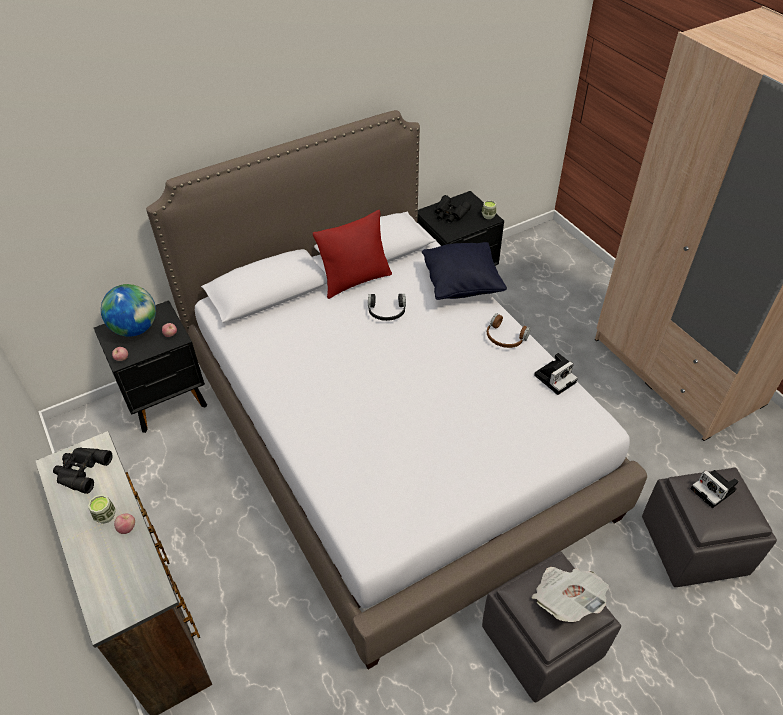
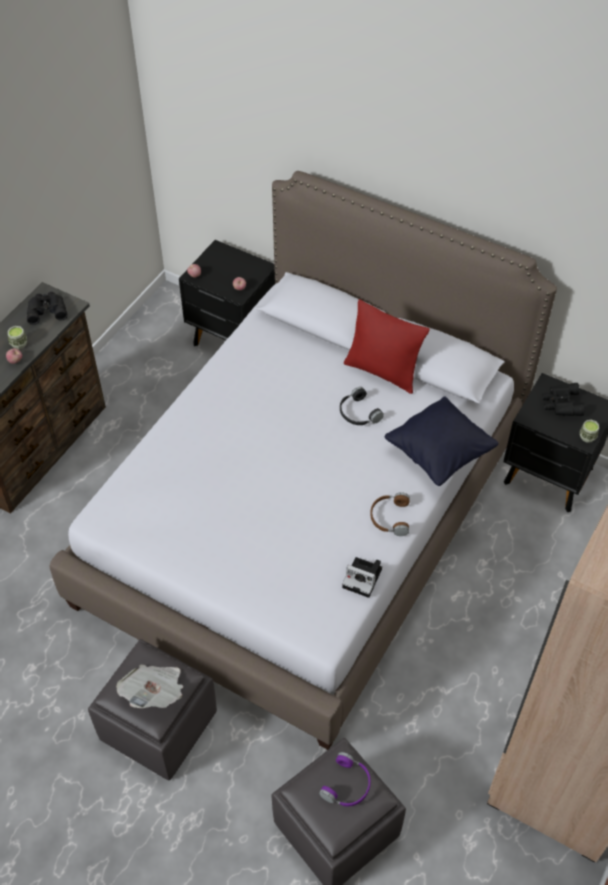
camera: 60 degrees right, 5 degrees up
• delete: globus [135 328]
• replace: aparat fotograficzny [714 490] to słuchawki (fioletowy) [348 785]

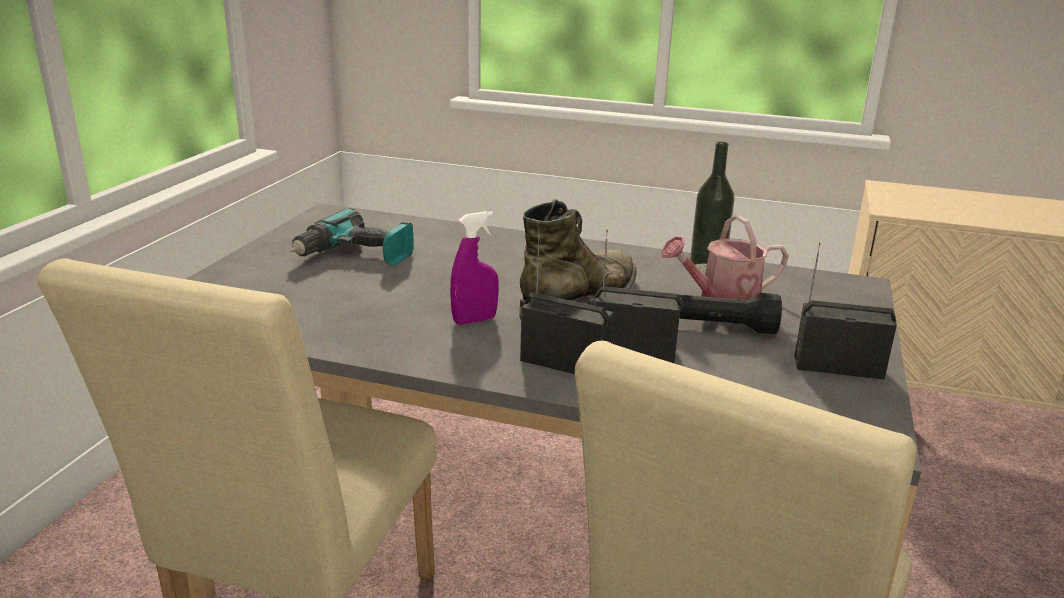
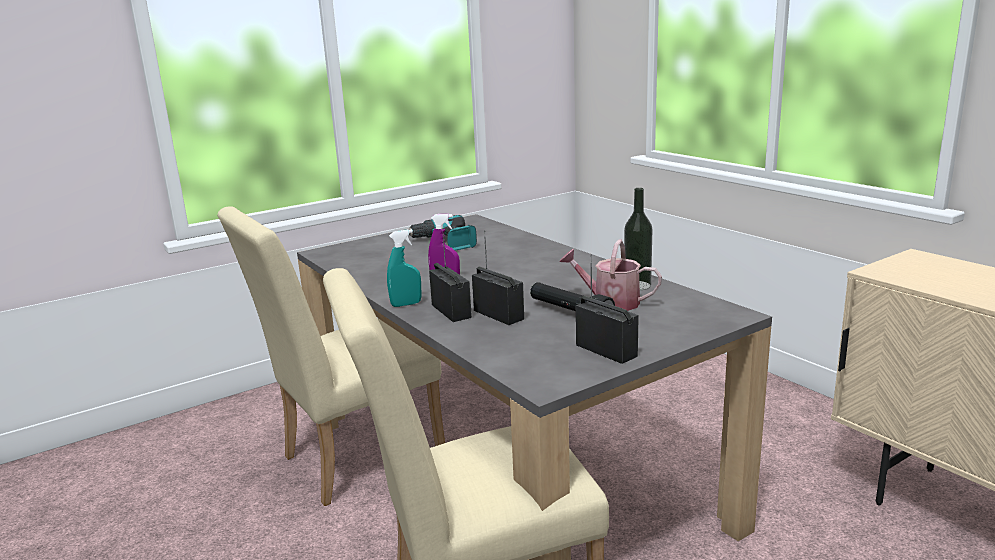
camera: 40 degrees right, 5 degrees down
• delete: but z cholewką (zielony) [582 299]
• insert: spryskiwacz (turkusowy) [406 304]

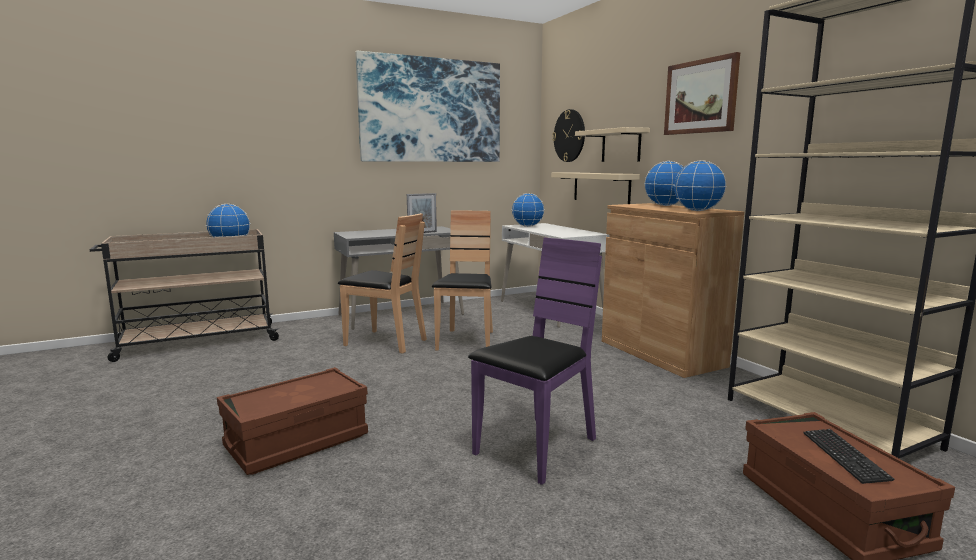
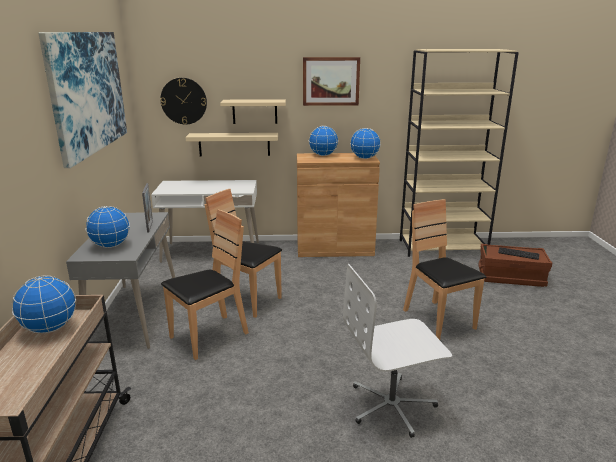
camera: 65 degrees left, 10 degrees up
• replace: pojemnik do przechowywania (brązowy) [297 442] to krzesło biurowe (biały) [392 405]
• recolor: krzesło (fioletowy) [536 448] to krzesło (brązowy) [438 320]
• move: globus [527 226] to [110 245]

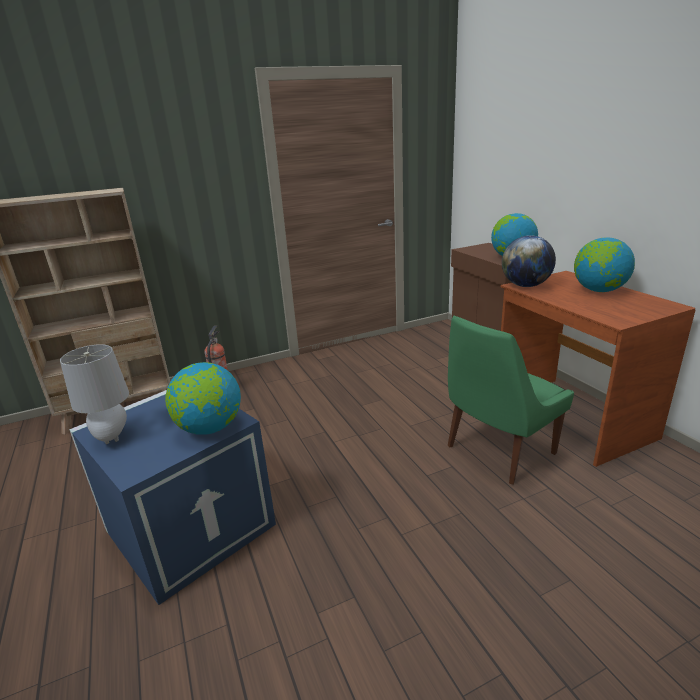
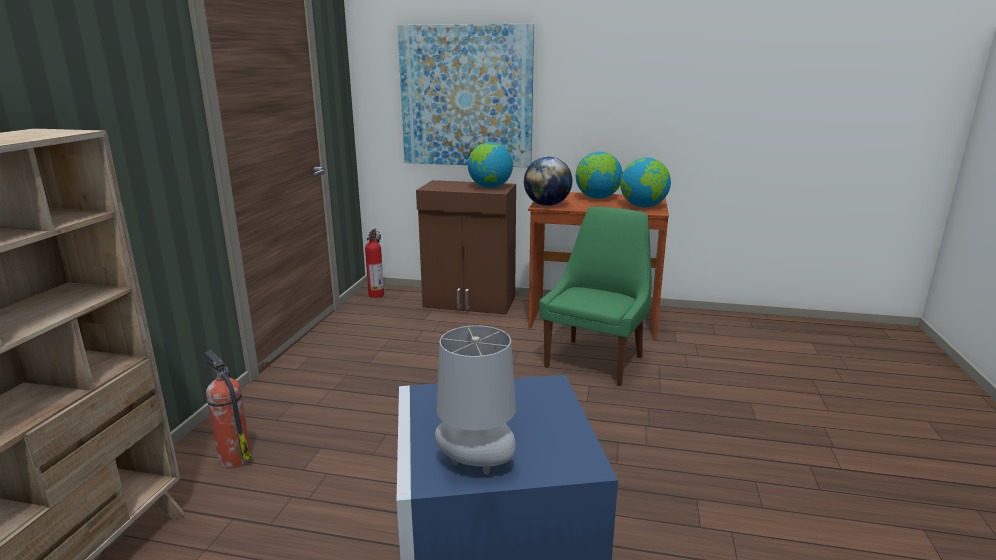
camera: 55 degrees left, 5 degrees down
• move: globus [210 428] to [643 206]
• rotate: krzesło (zielony) [497 451] = [596 360] 150 degrees counterclockwise
• insert: gaśnica [376 294]
• insert: obraz [466 97]

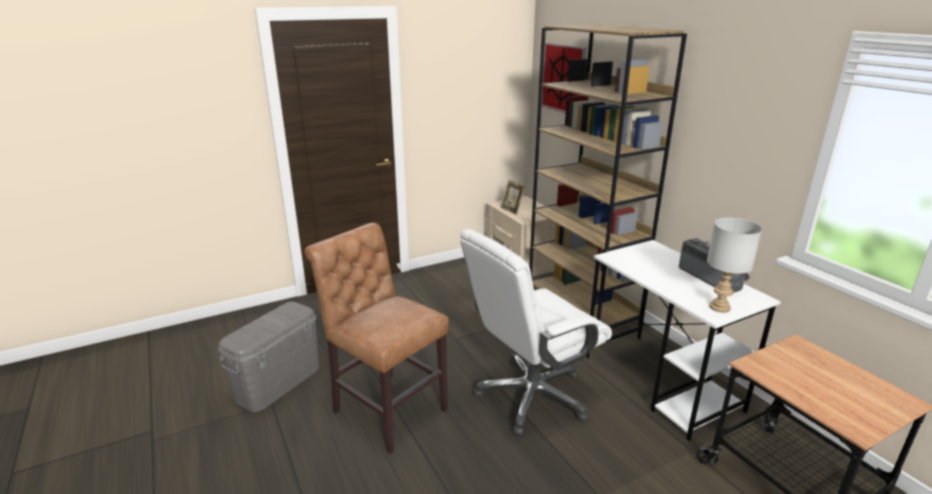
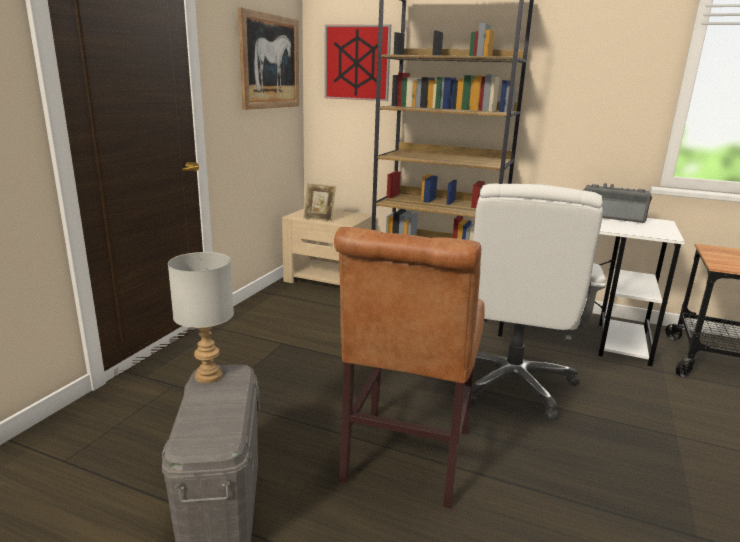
camera: 40 degrees left, 5 degrees down
• rotate: krzesło (brązowy) [386 408] = [404 460] 75 degrees counterclockwise
• move: lampa stołowa (szary) [719 308] to [208 376]
• insert: obraz [270 62]

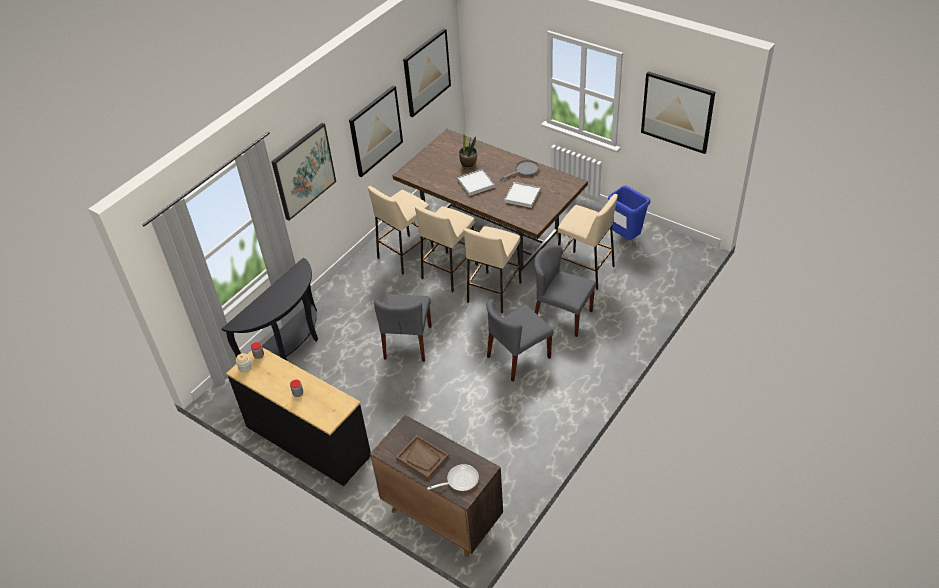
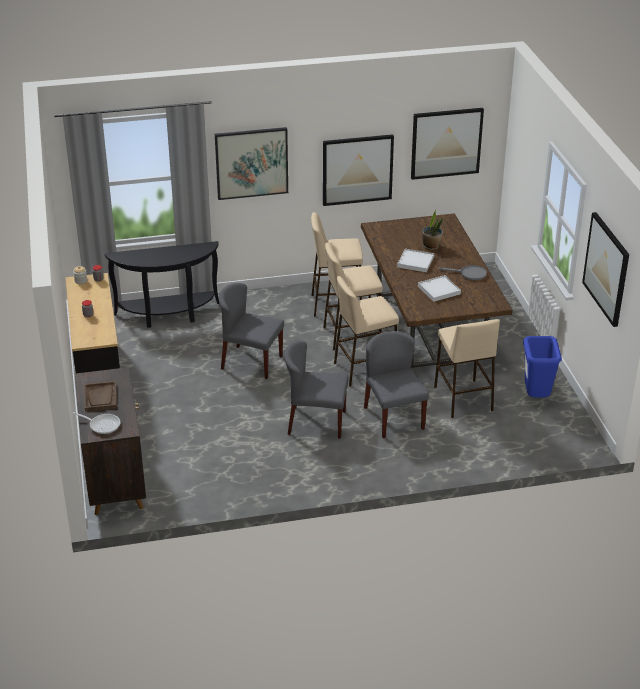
camera: 40 degrees right, 10 degrees down
• rotate: krzesło (szary) [408 342] = [251 362] 60 degrees clockwise

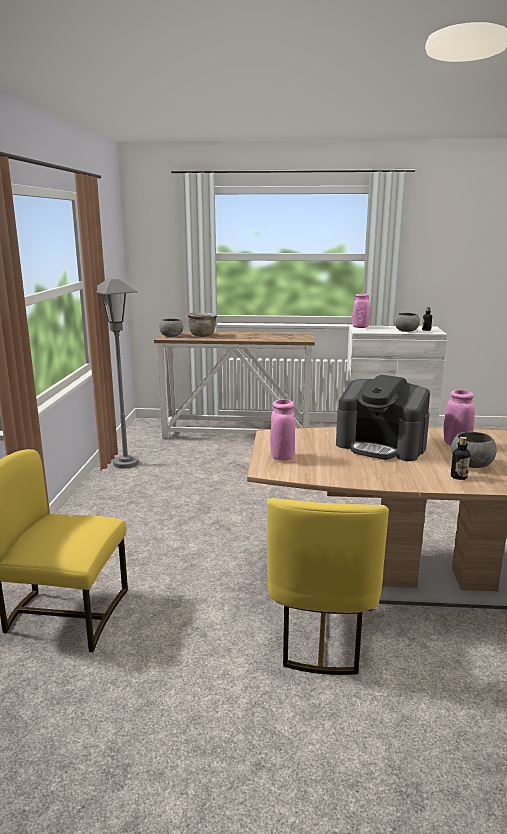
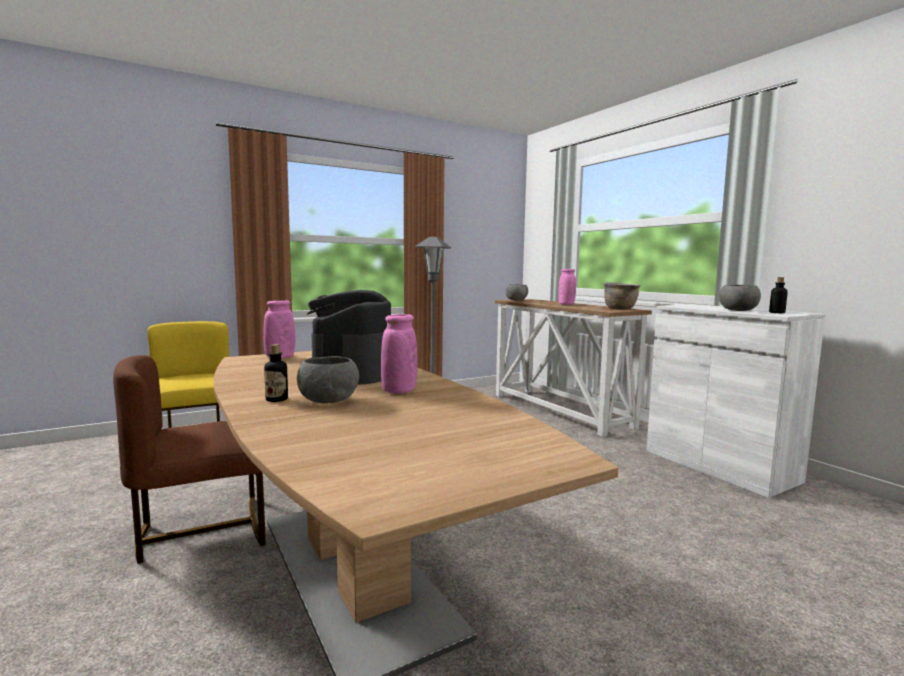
camera: 55 degrees right, 10 degrees down
• move: garnek (brązowy) [202 335] to [620 309]
• recolor: krzesło (żółty) [321 635] to krzesło (brązowy) [202 531]
• move: wazon (różowy) [360 327] to [566 304]

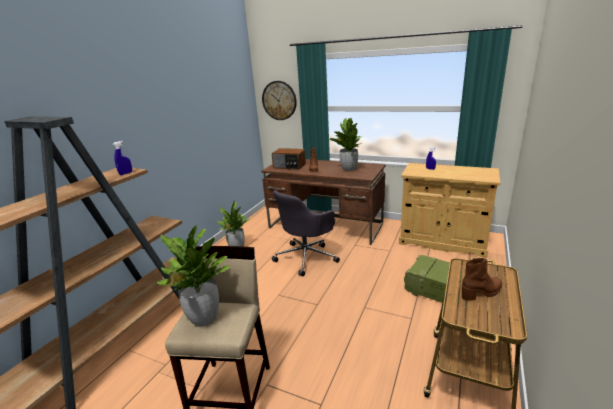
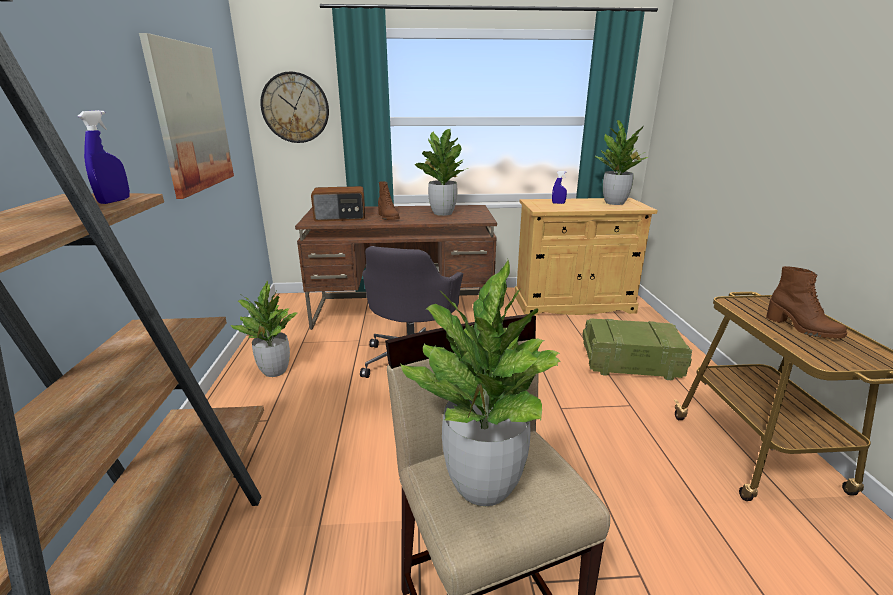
camera: 30 degrees left, 0 degrees up
• rotate: but z cholewką (brązowy) [481 293] = [802 328] 105 degrees clockwise
• insert: obraz [191 117]
• insert: roślina doniczkowa [615 203]

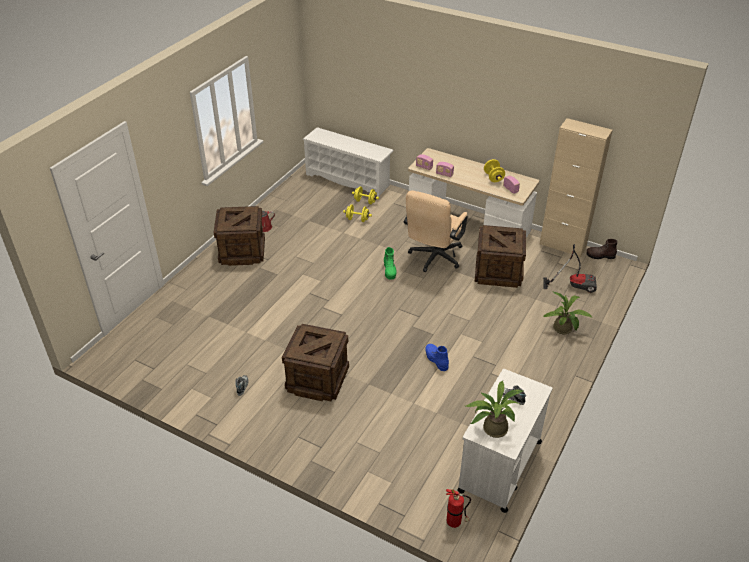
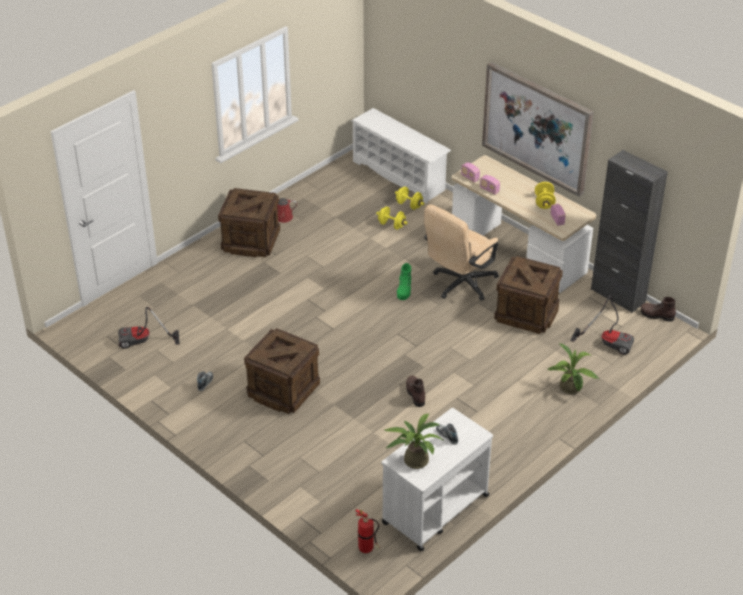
camera: 15 degrees right, 0 degrees up
• recolor: but z cholewką (niebieski) [436 360] to but z cholewką (brązowy) [415 394]
• recolor: szafka (beżowy) [562 245] to szafka (czarny) [618 295]
• insert: odkurzacz [143 342]
• insert: obraz [537 127]

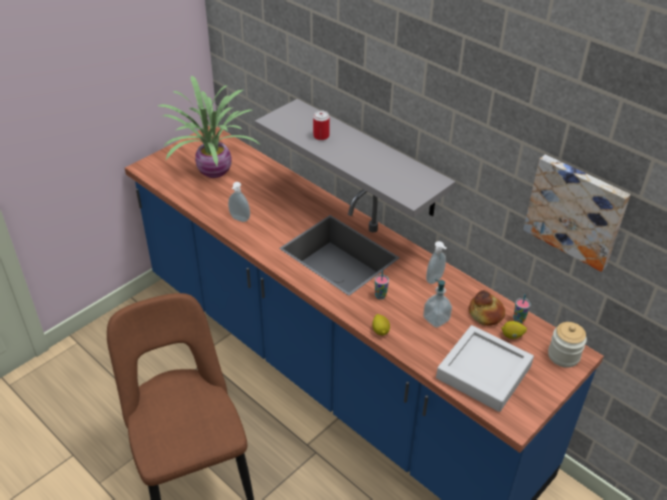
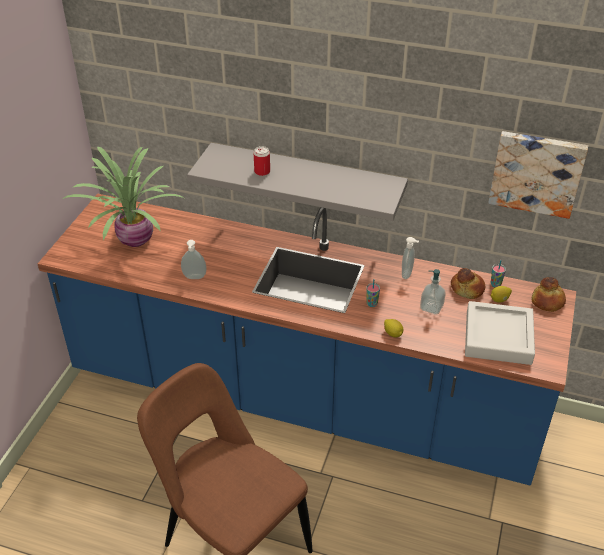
camera: 25 degrees left, 0 degrees up
• replace: słoik [563 356] to chleb [548 302]

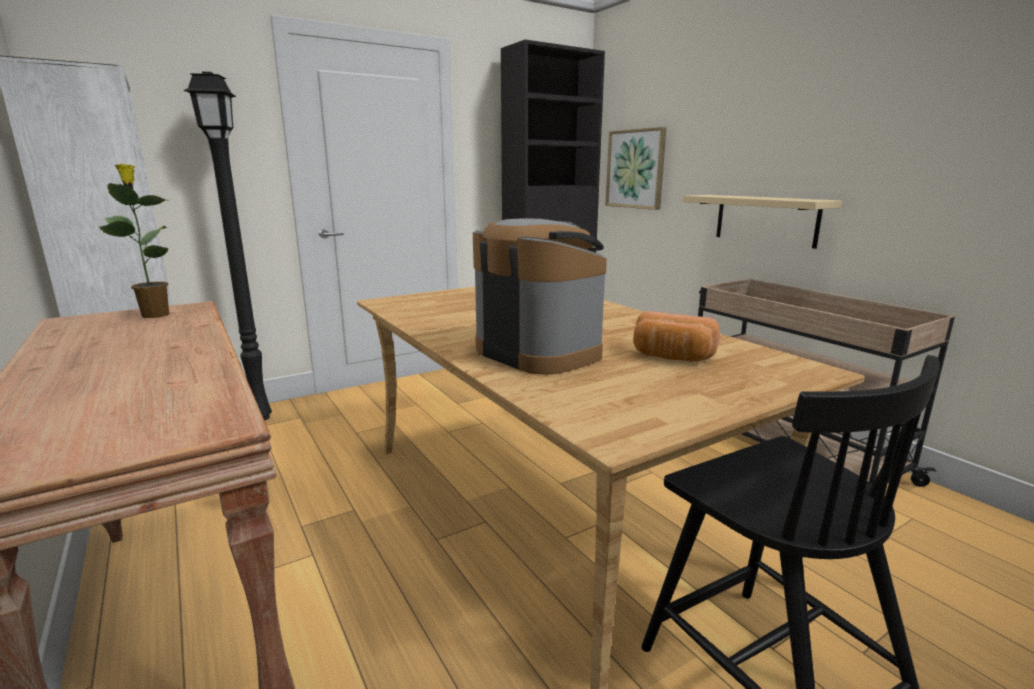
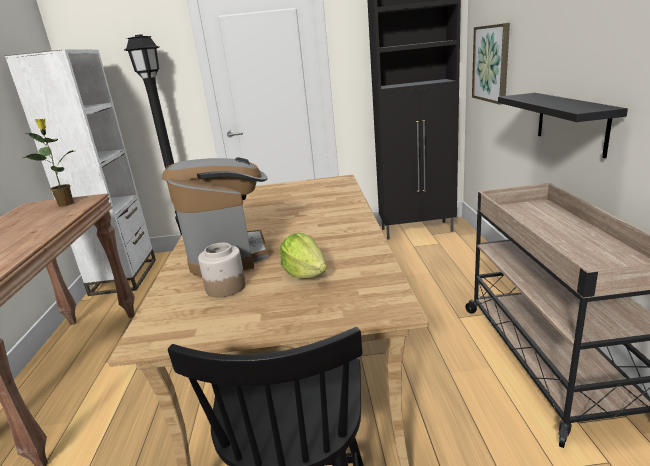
camera: 30 degrees right, 5 degrees up
• replace: chleb [671 357] to sałata [305 273]
• recolor: półka (beżowy) [765 220] to półka (czarny) [571 122]
• insert: słoik [225 287]

